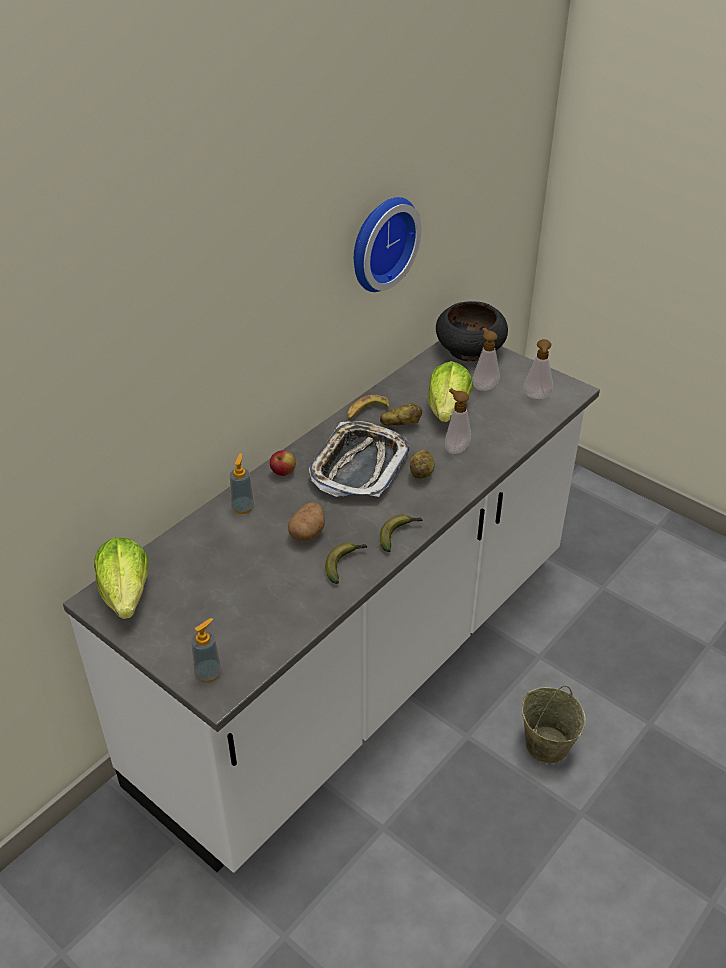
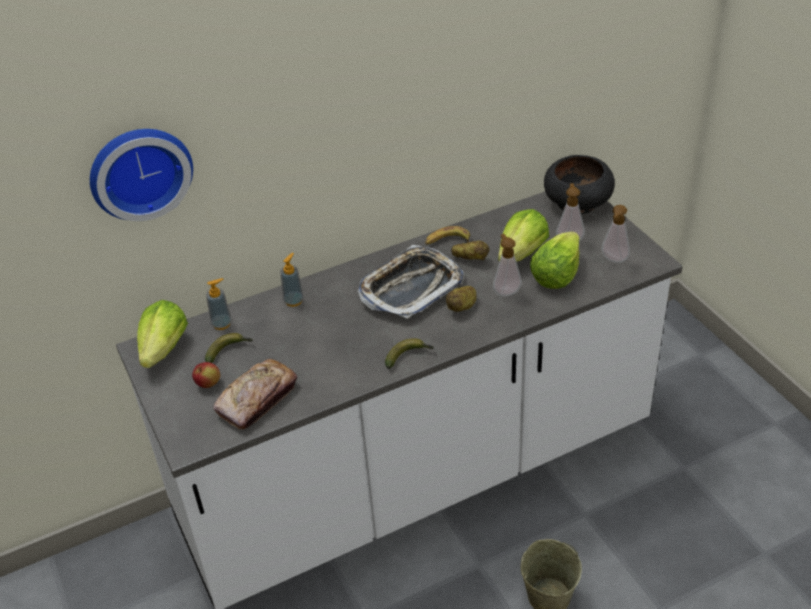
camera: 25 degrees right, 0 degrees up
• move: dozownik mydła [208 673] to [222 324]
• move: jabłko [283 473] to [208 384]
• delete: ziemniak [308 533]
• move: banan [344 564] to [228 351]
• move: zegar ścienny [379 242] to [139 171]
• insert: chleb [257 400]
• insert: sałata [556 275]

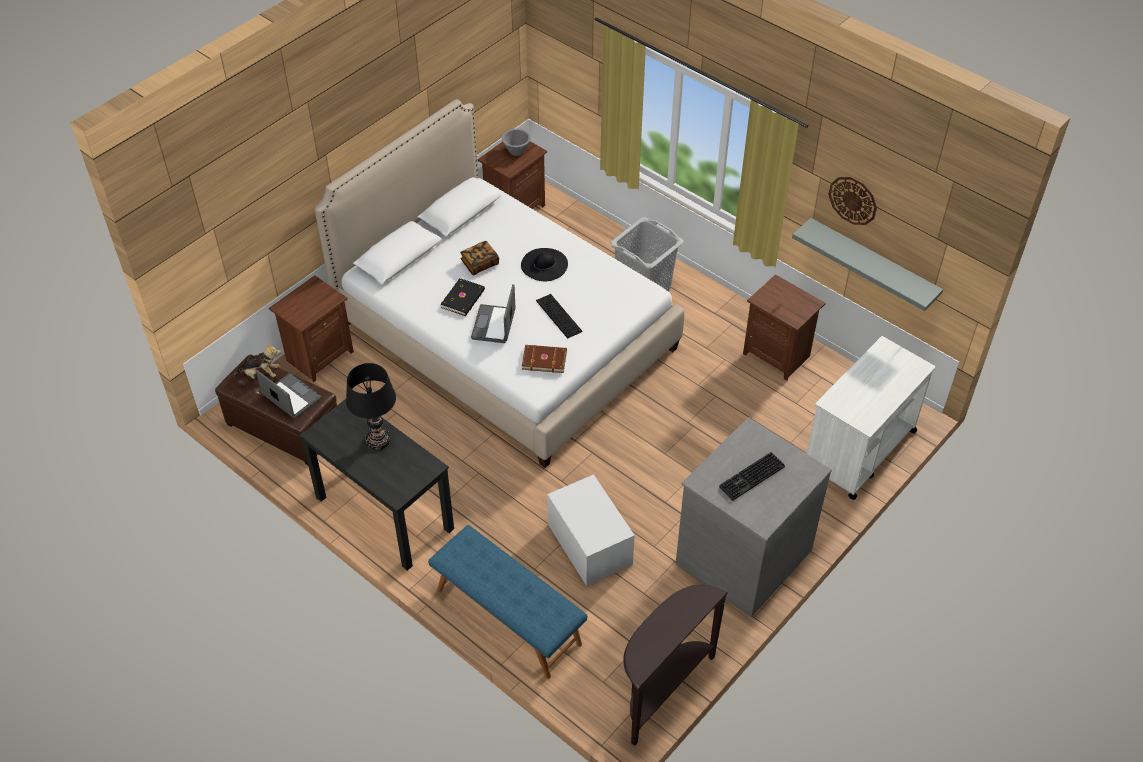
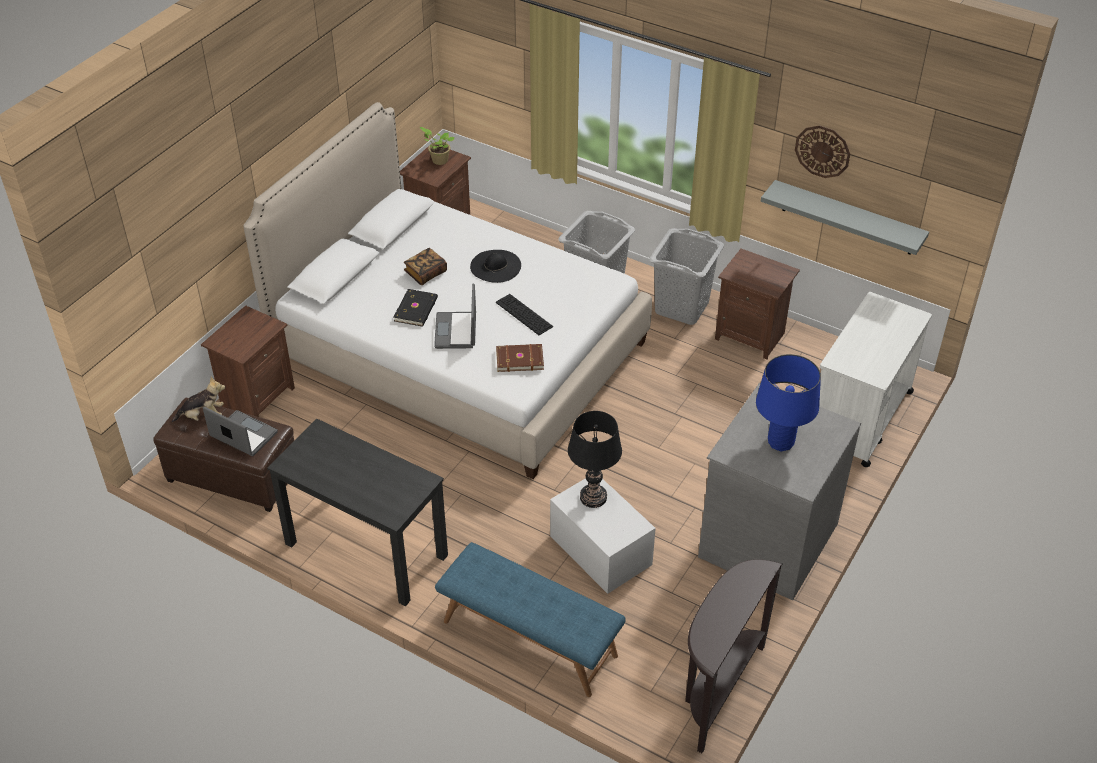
camera: 10 degrees left, 5 degrees down
• move: lampa stołowa (czarny) [378 439] to [593 497]
• replace: miska (szary) [517 151] to roślina doniczkowa [438 160]
• replace: klawiatura [752 478] to lampa stołowa (niebieski) [780 442]
• insert: kosz na pranie (szary) [682 307]

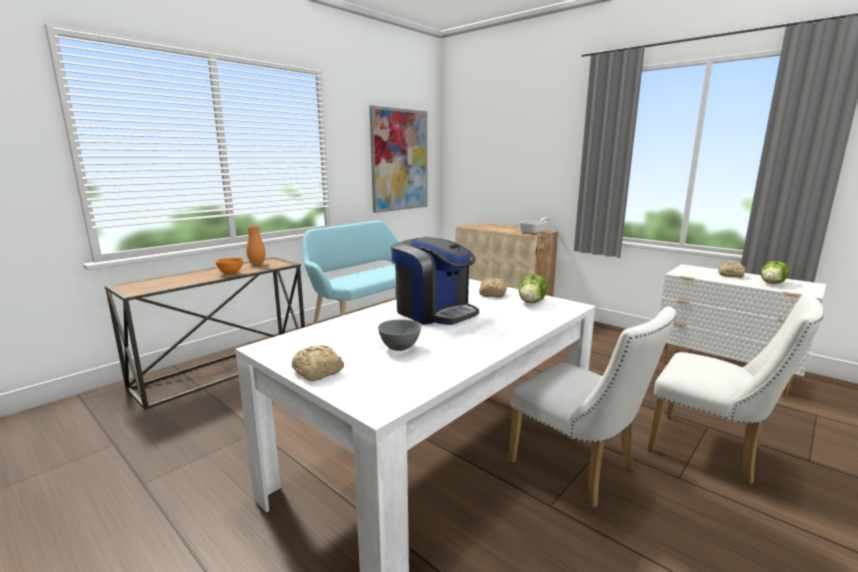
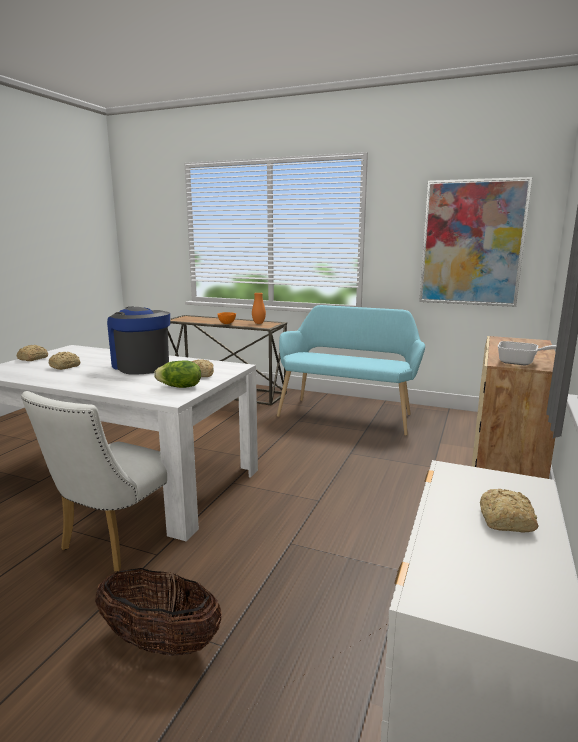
camera: 70 degrees right, 0 degrees up
• replace: miska (szary) [400 347] to chleb [66 366]
• rotate: ekspres do kawy [434 312] = [141 366] 120 degrees clockwise
• replace: krzesło (biały) [714 451] to koszyk [160 642]
• delete: sałata [772 283]

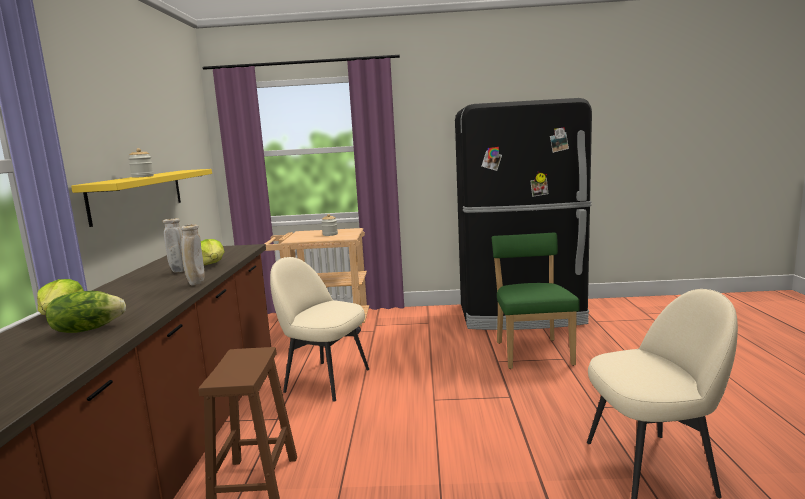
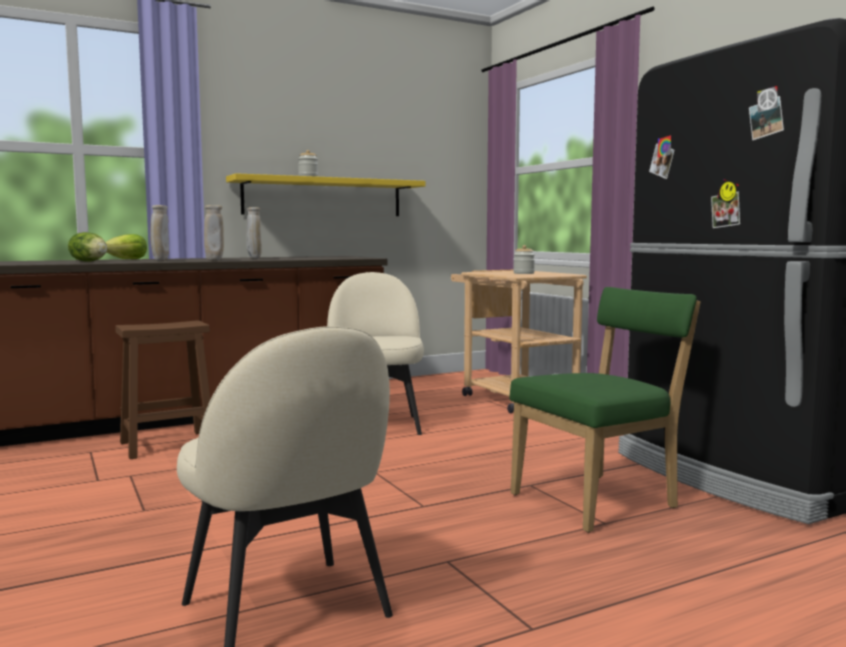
camera: 60 degrees right, 5 degrees down
• delete: sałata [212 264]
• insert: wazon (beżowy) [160 260]

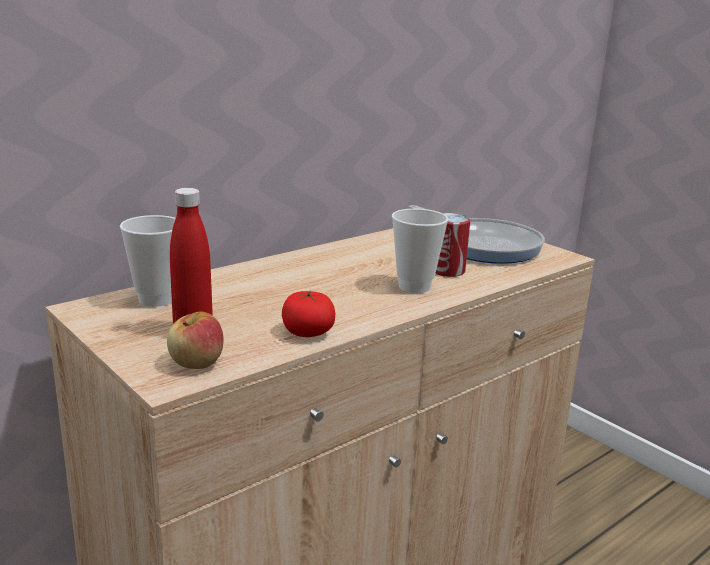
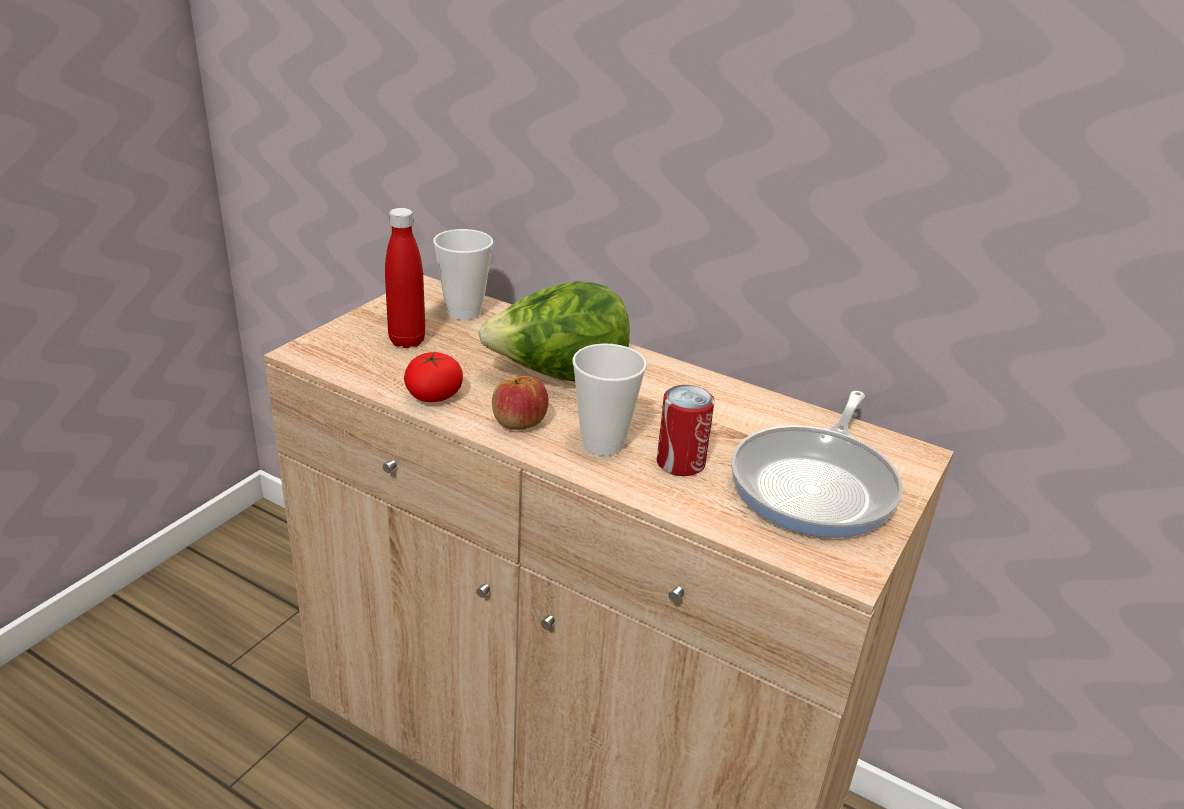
camera: 70 degrees right, 10 degrees up
• move: jabłko [196 363] to [518 423]
• insert: sałata [559 376]

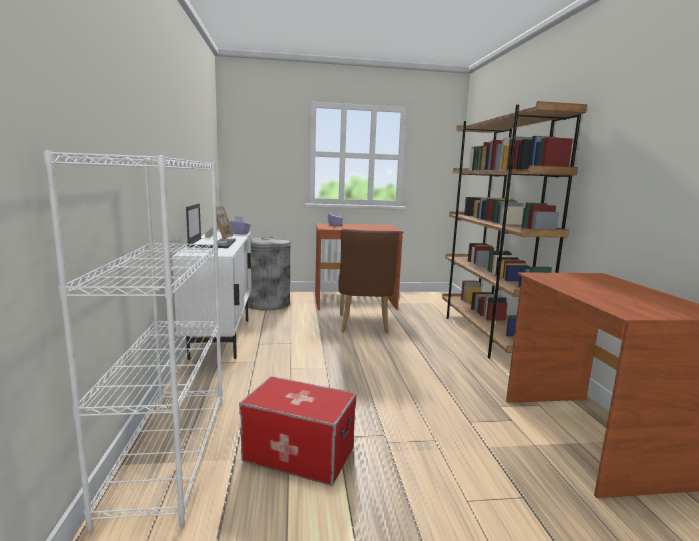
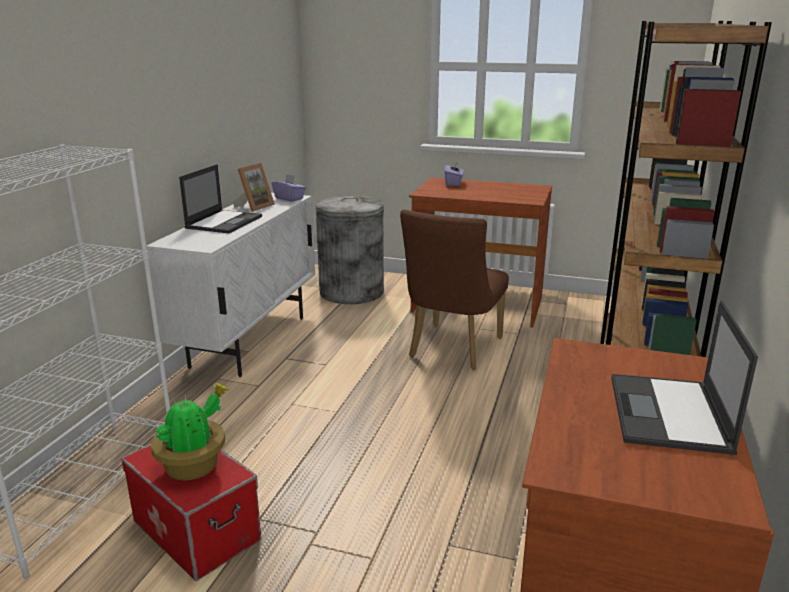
camera: 25 degrees right, 10 degrees up
• insert: roślina doniczkowa [194 466]
• insert: laptop [669 414]

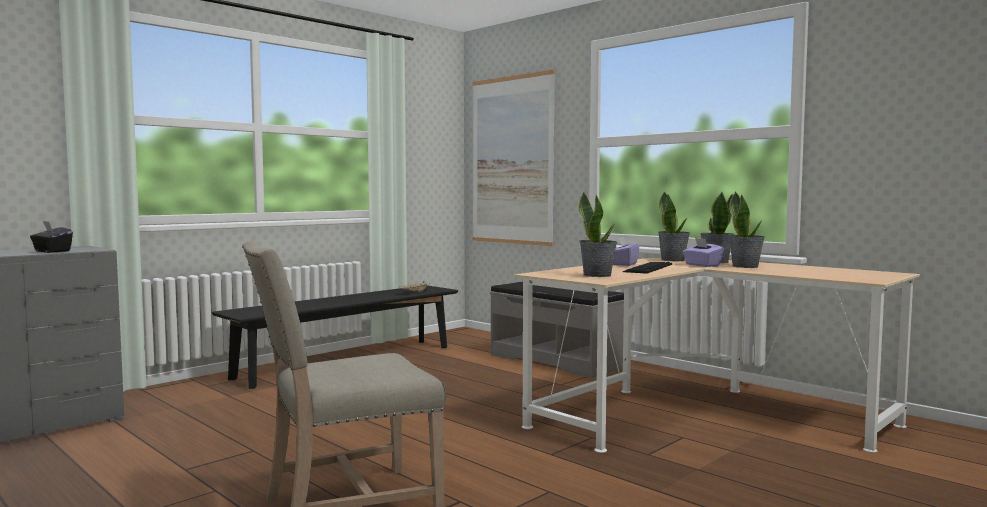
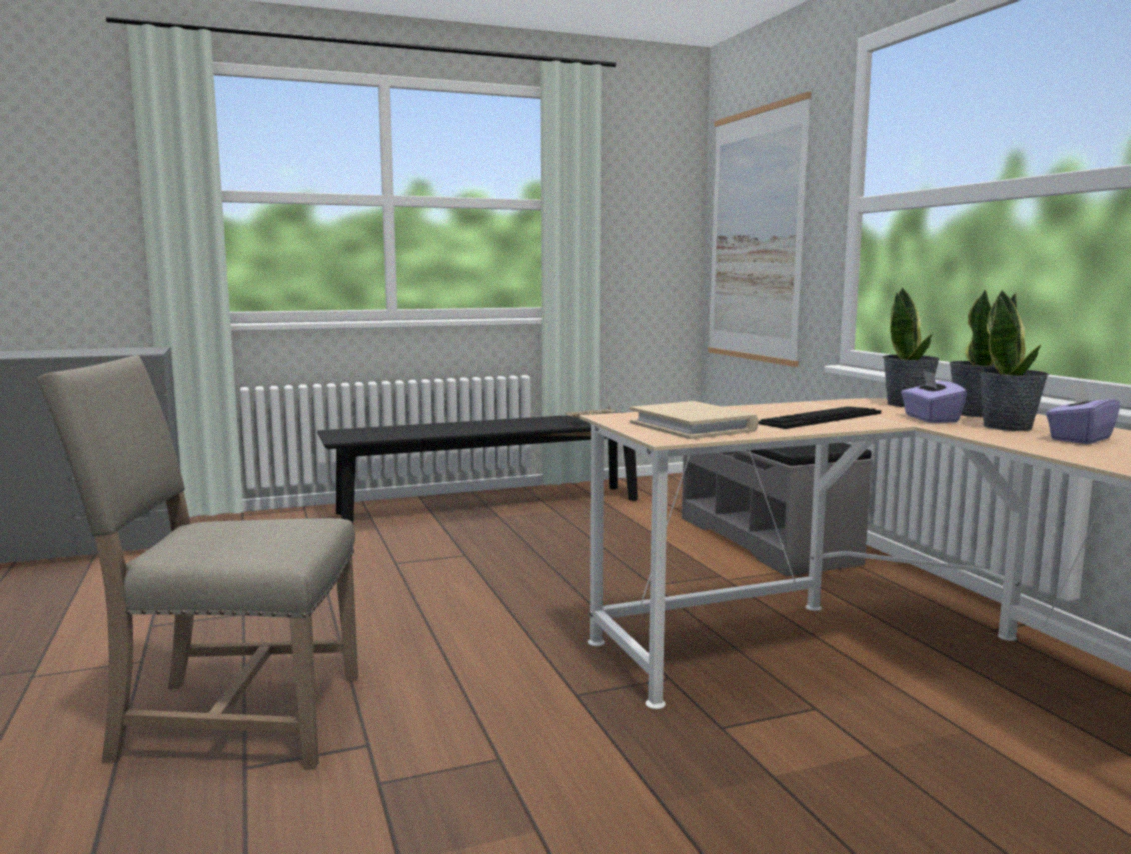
camera: 25 degrees right, 5 degrees up
• delete: pudełko chusteczek (czarny) [51 251]
• replace: roślina doniczkowa [597 275] to książka (beżowy) [693 426]
• move: pudełko chusteczek (fioletowy) [624 264] to [1079 439]

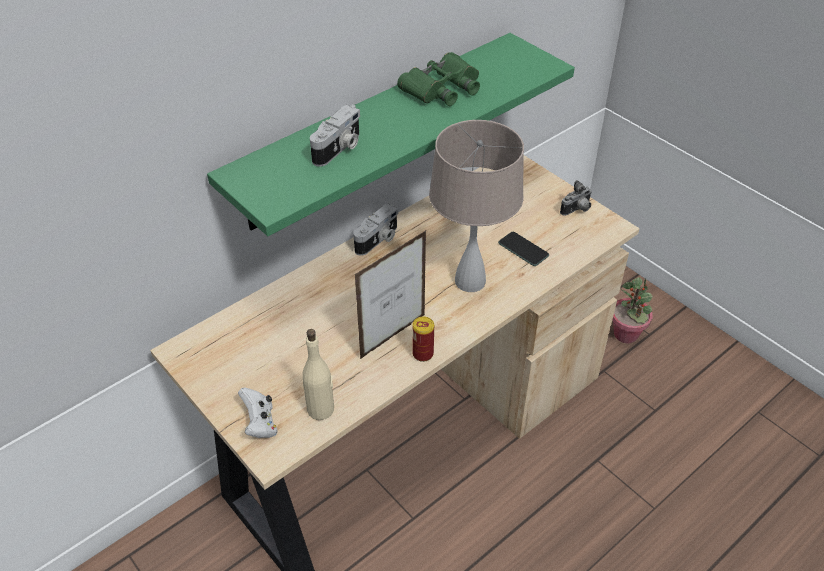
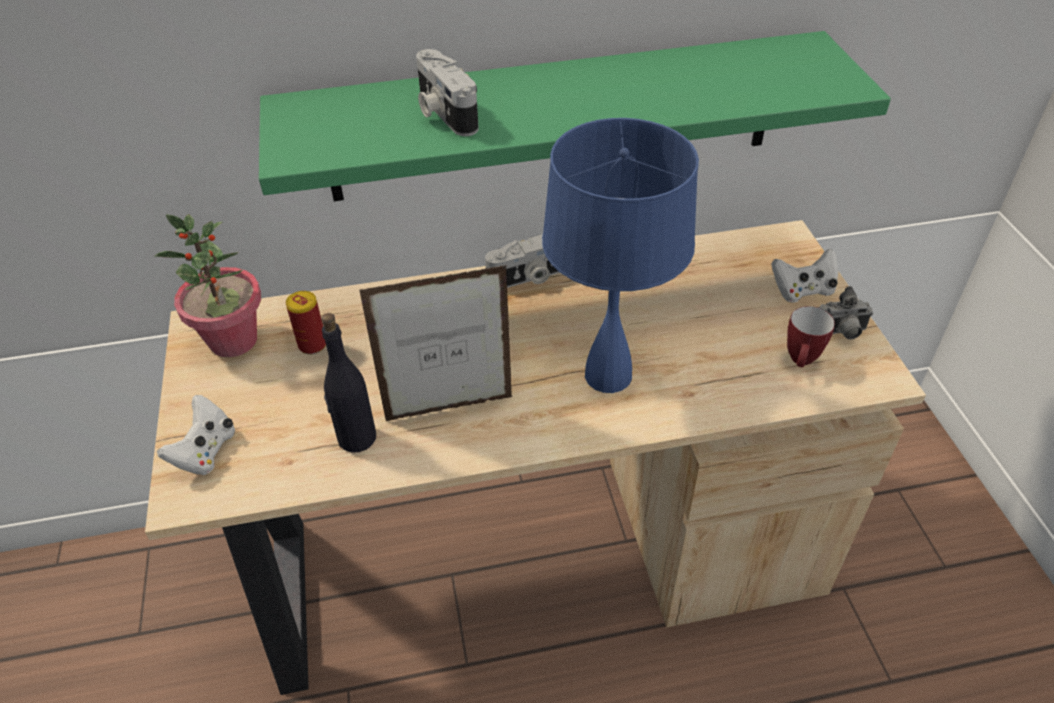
camera: 30 degrees right, 0 degrees up
• delete: butelka (beżowy) [321 409]
• rotate: aparat fotograficzny [339 149] = [443 112] 90 degrees clockwise
• delete: lornetka (zielony) [442 88]
• move: puszka [423 354] to [312 345]
• recolor: lampa stołowa (beżowy) [469 281] to lampa stołowa (niebieski) [607 375]
• delete: telefon [523 249]
• move: roślina doniczkowa [626 334] to [233 341]
• insert: butelka (czarny) [356 438]
• insert: pad do gier (biały) [802 291]
• insert: kubek [801 362]

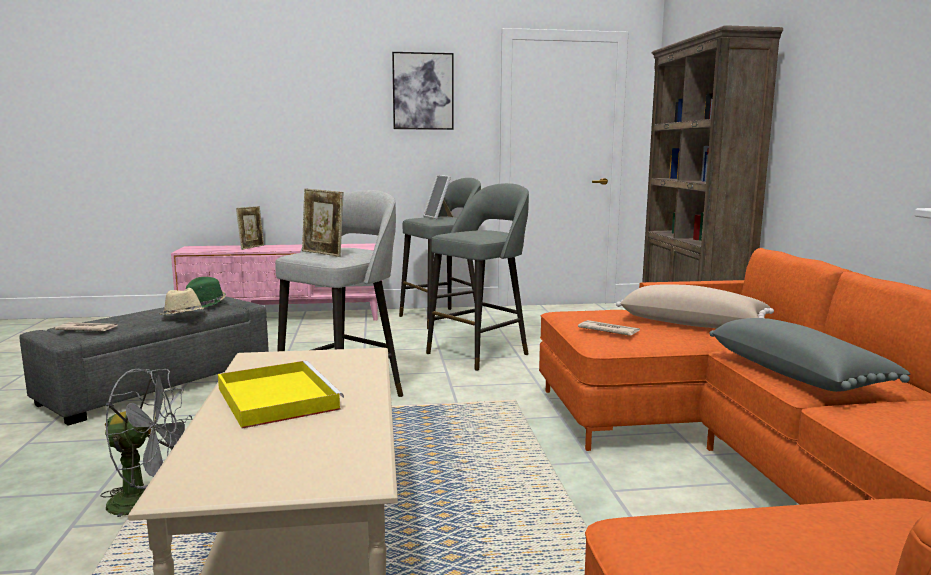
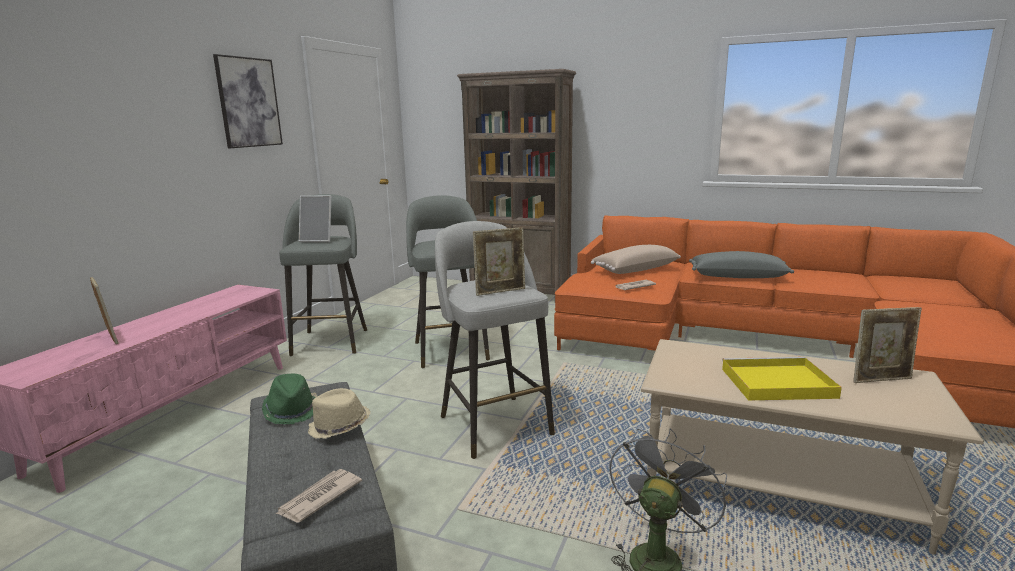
camera: 60 degrees left, 5 degrees up
• insert: ramka na zdjęcie [881 379]

